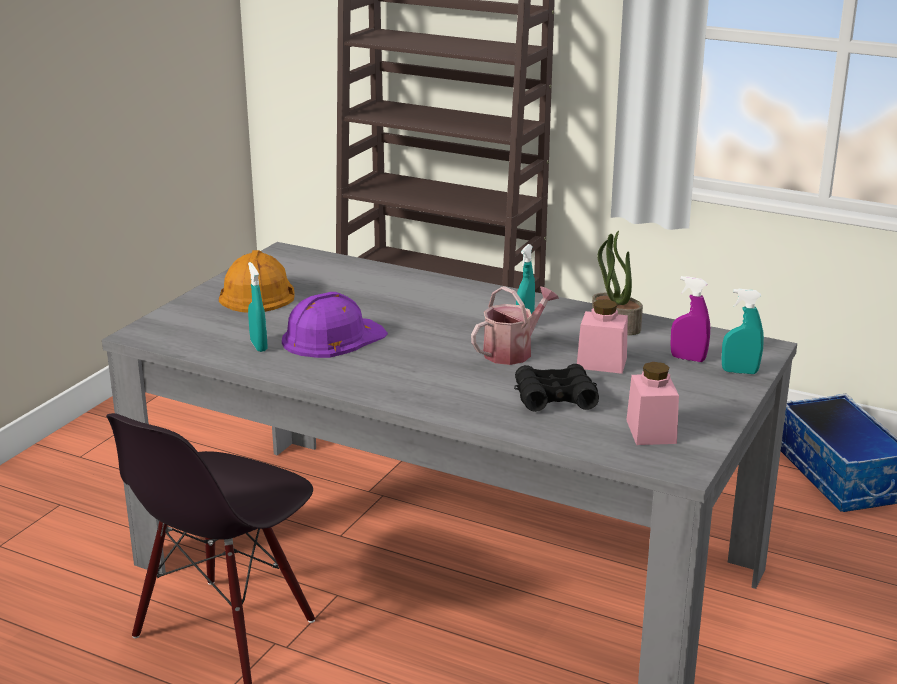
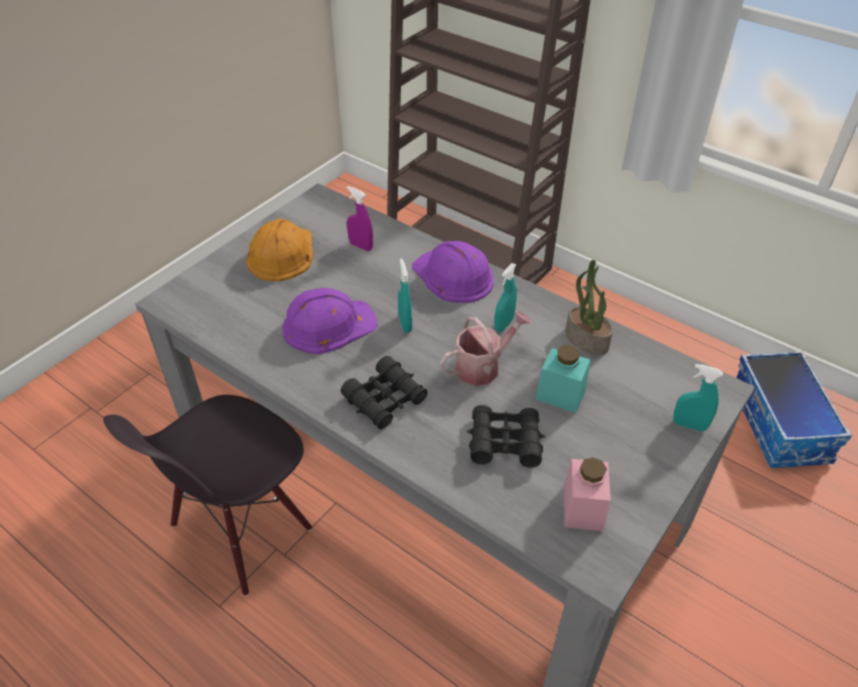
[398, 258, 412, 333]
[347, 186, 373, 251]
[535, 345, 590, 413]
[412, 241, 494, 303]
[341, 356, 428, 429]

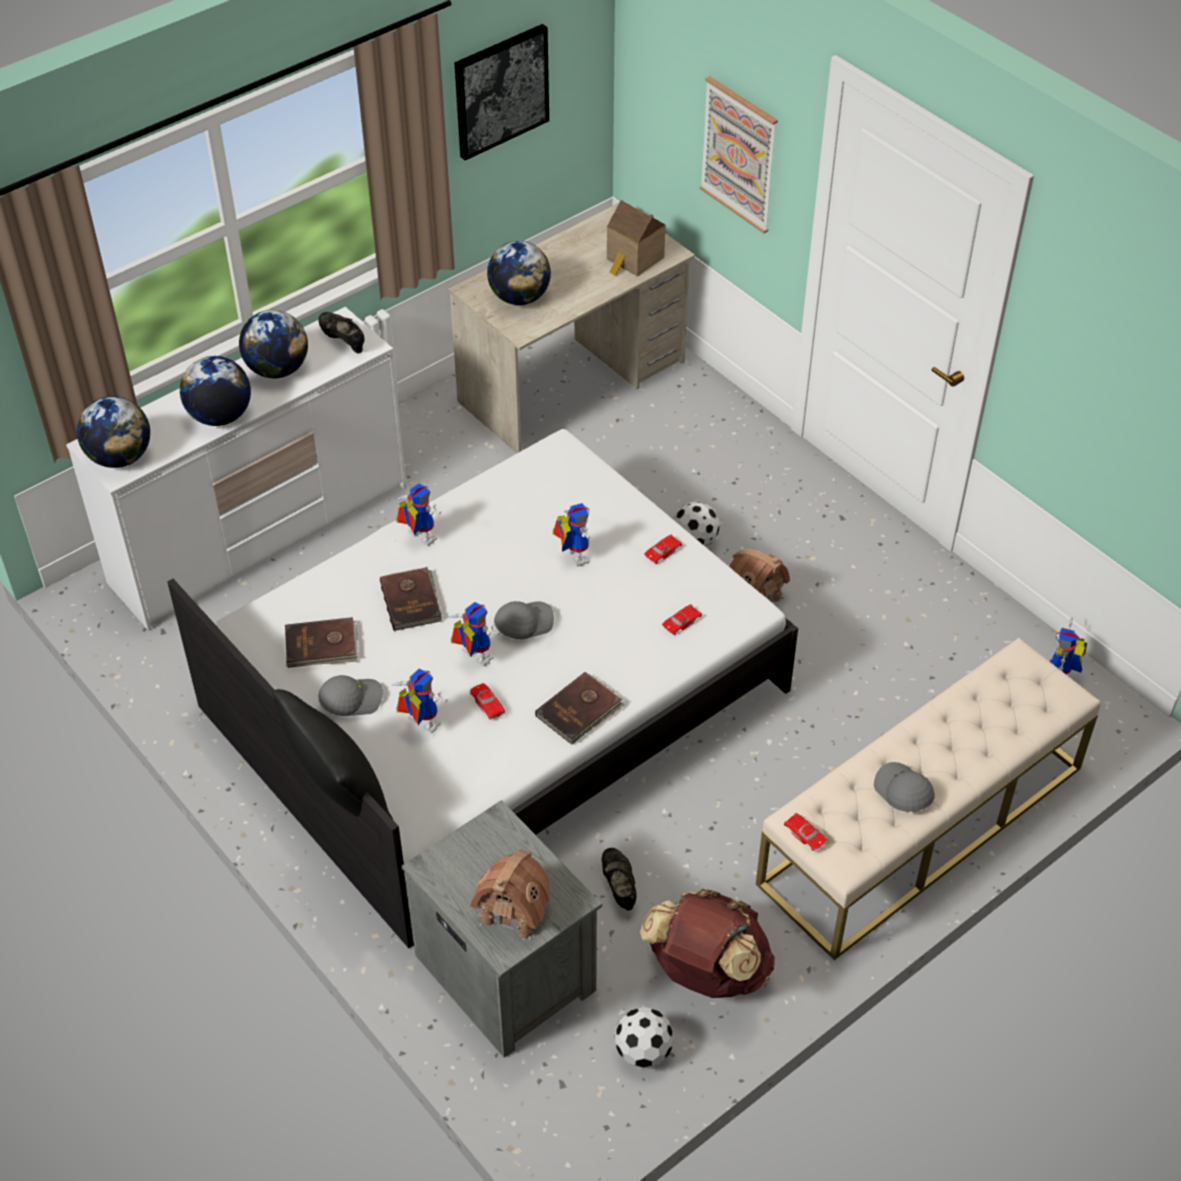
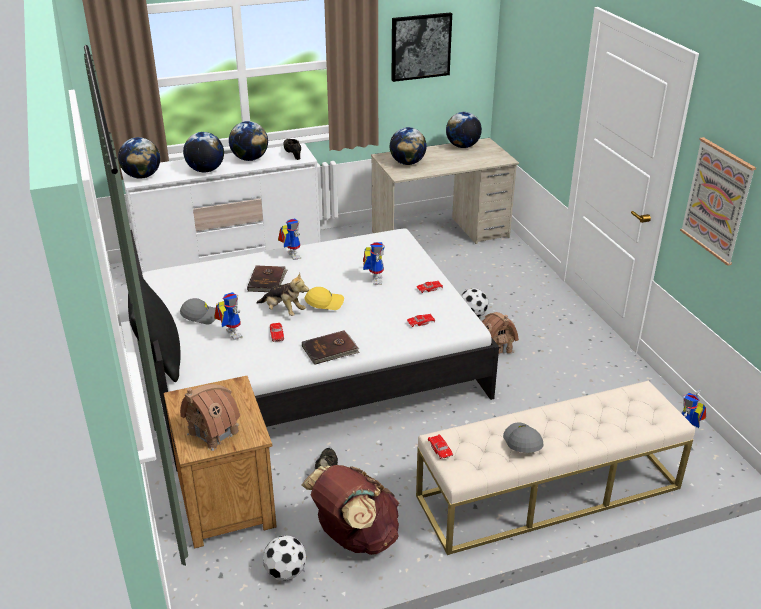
[680, 137, 756, 266]
[607, 200, 665, 276] (first image)
[305, 287, 344, 310]
[257, 273, 309, 316]
[285, 617, 358, 668] (first image)
[164, 376, 277, 549]
[446, 112, 482, 148]

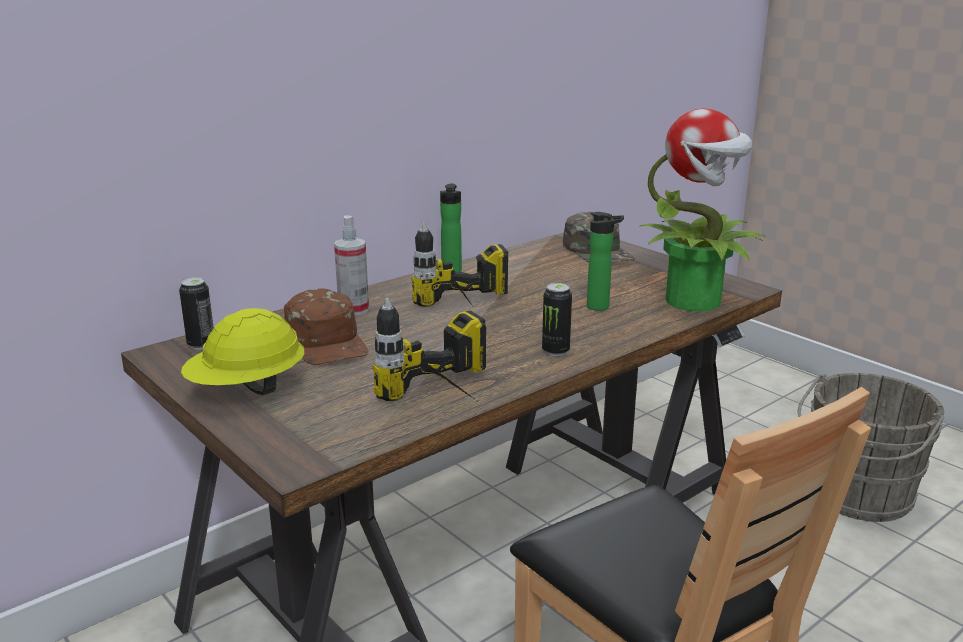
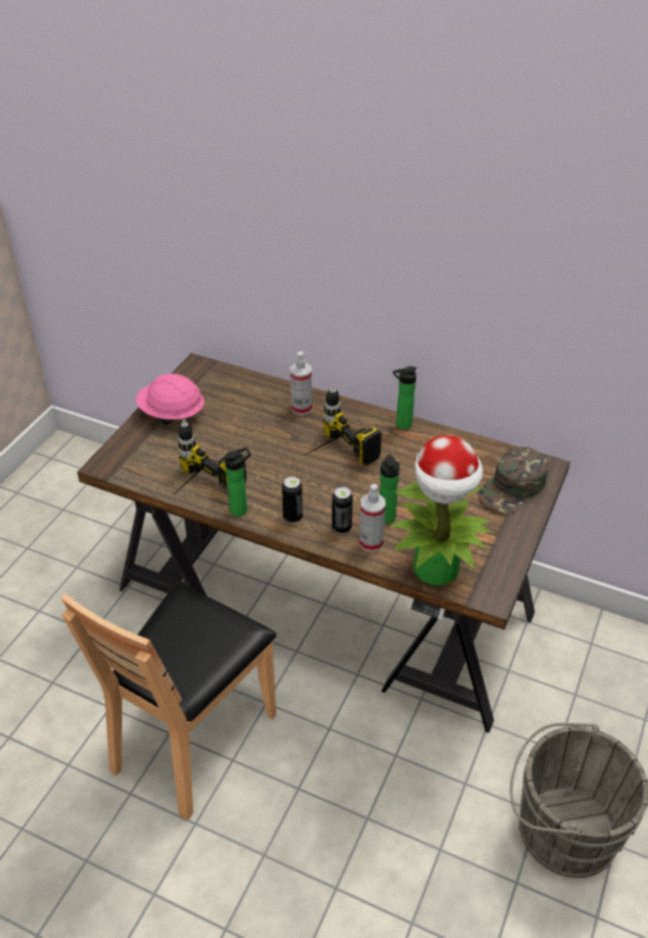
[332, 487, 353, 534]
[284, 288, 369, 365] (first image)
[136, 374, 204, 425]
[224, 447, 251, 517]
[359, 484, 386, 552]

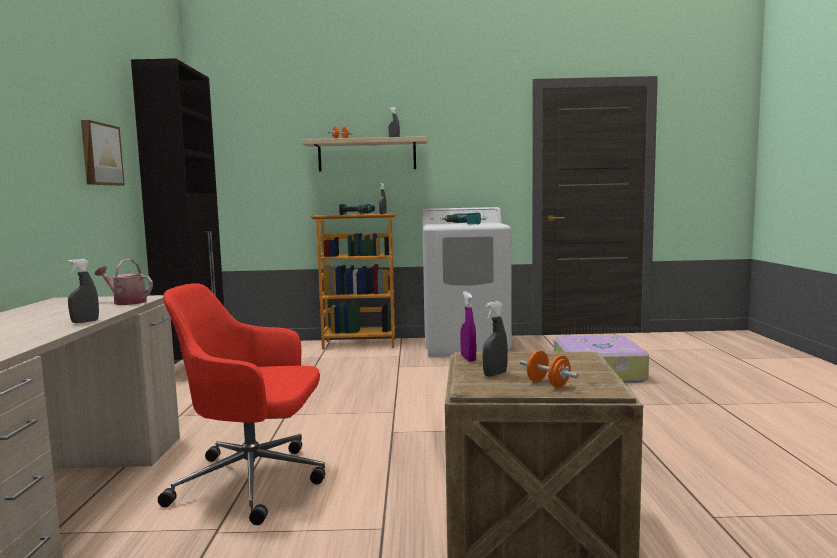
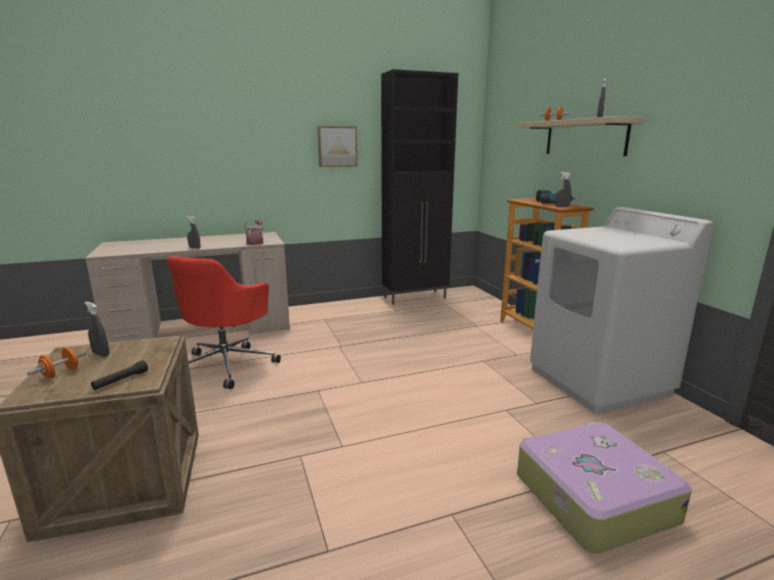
[443, 213, 481, 224] (first image)
[167, 256, 281, 389]
[460, 291, 476, 362] (first image)
[91, 360, 148, 390]

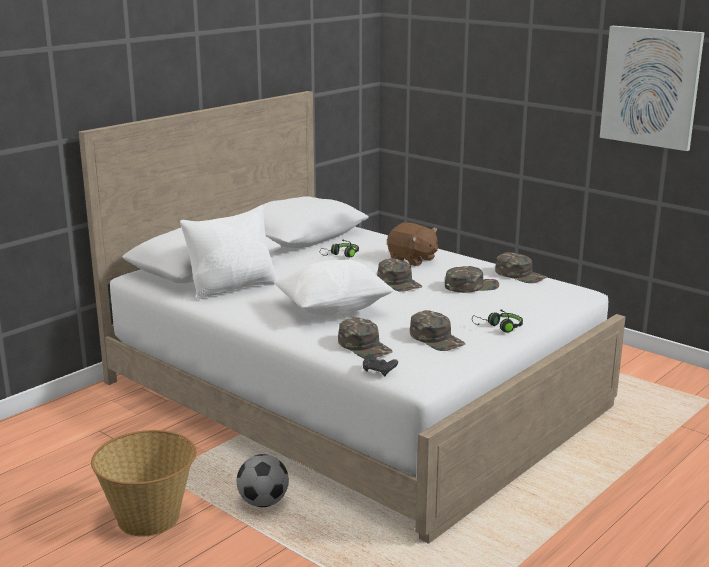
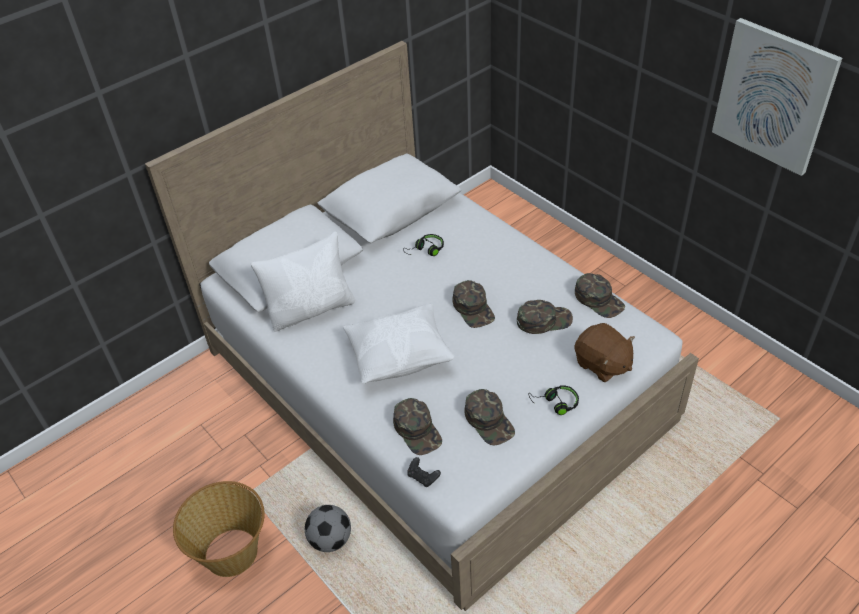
[574, 323, 635, 382]

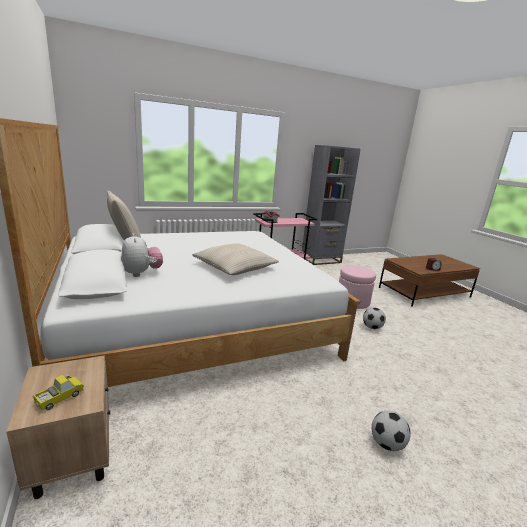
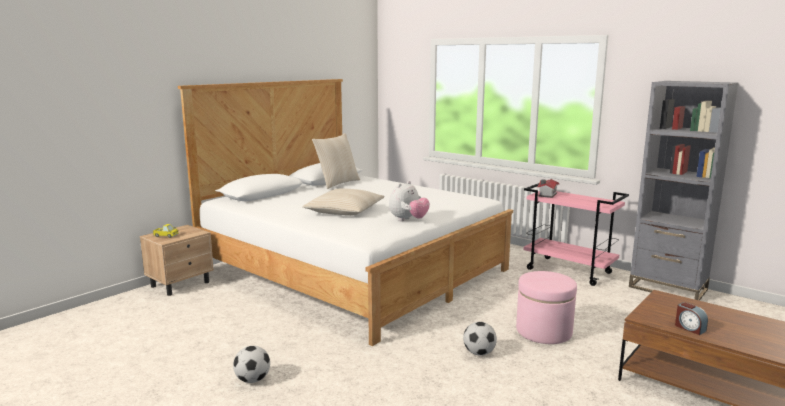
[389, 181, 430, 221]

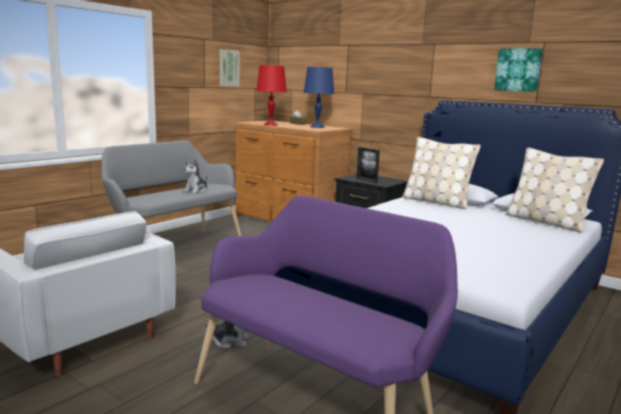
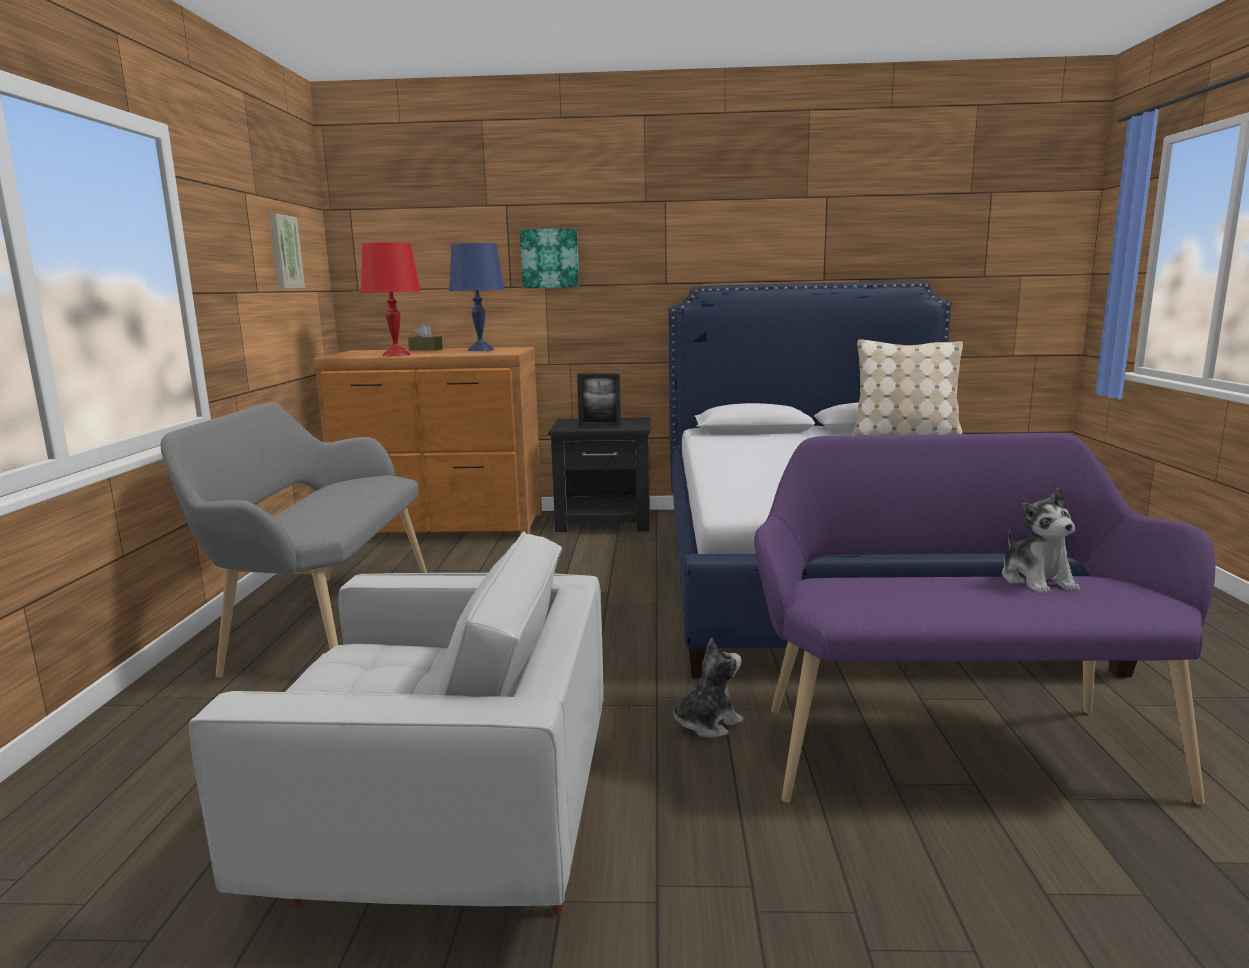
[520, 228, 579, 288]
[402, 137, 481, 209] (first image)
[1002, 488, 1080, 593]

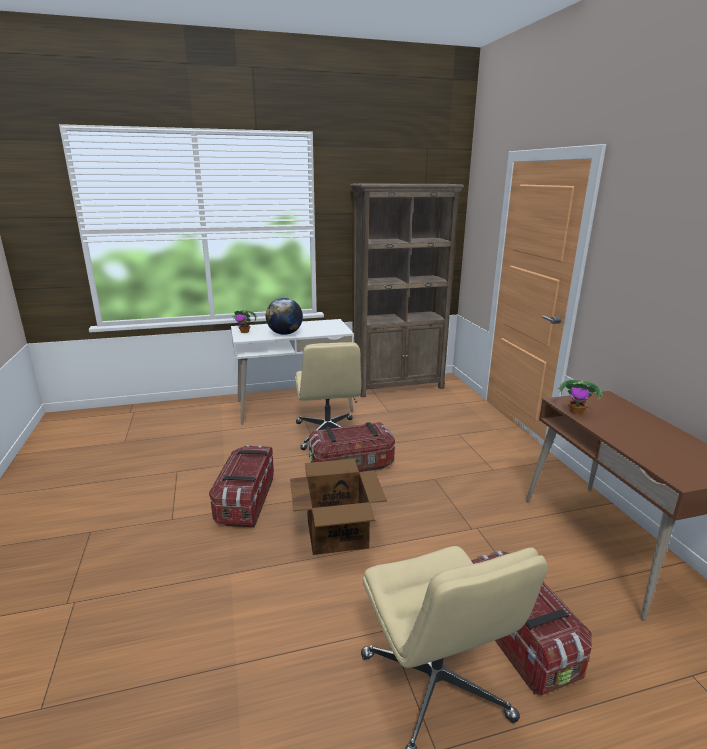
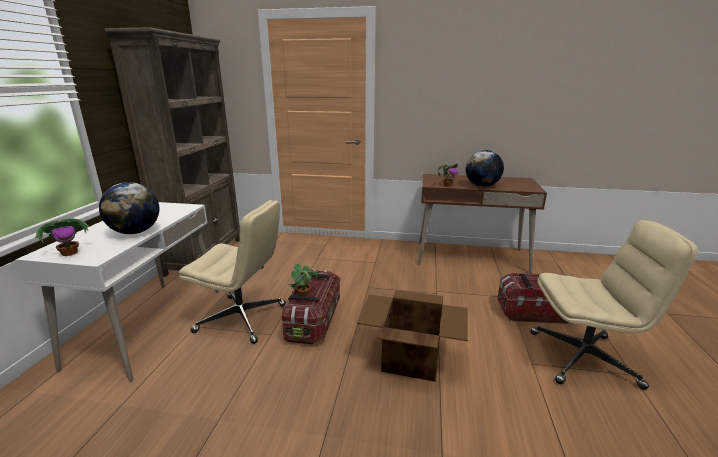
[209, 445, 274, 527] (first image)
[466, 150, 504, 187]
[289, 264, 319, 296]

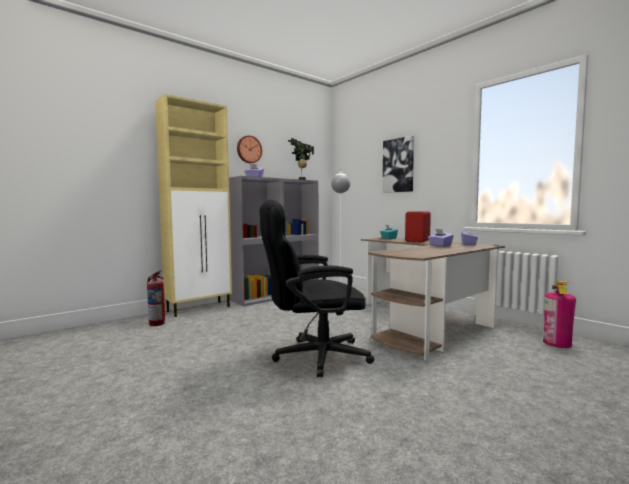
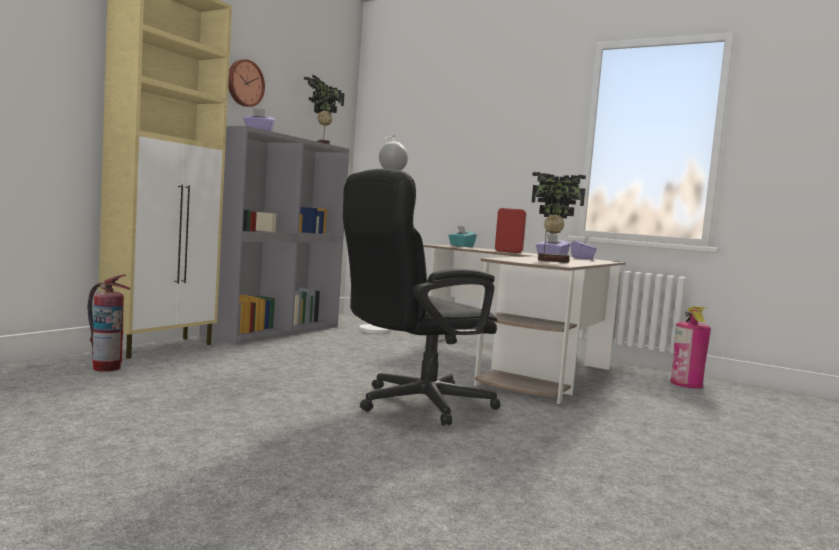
[382, 136, 414, 193] (first image)
[532, 172, 586, 263]

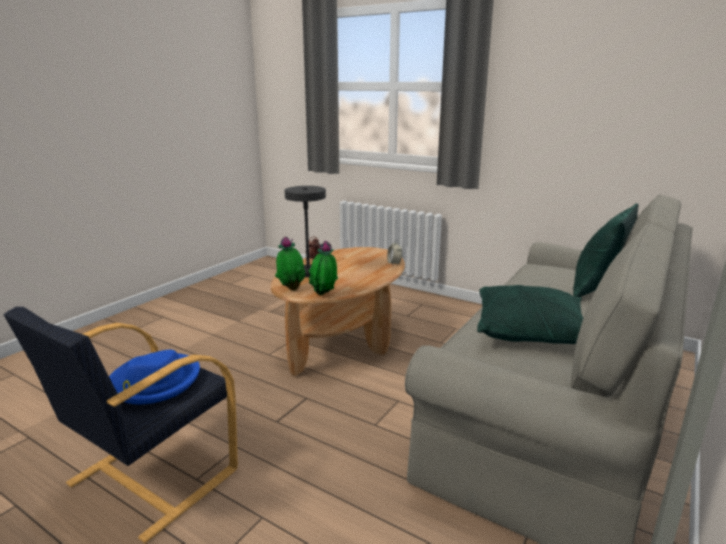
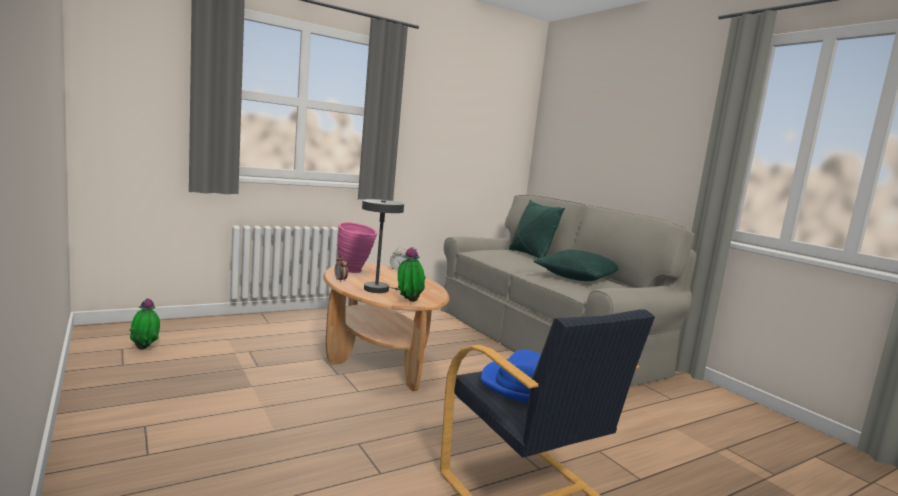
[130, 298, 160, 350]
[337, 222, 378, 273]

